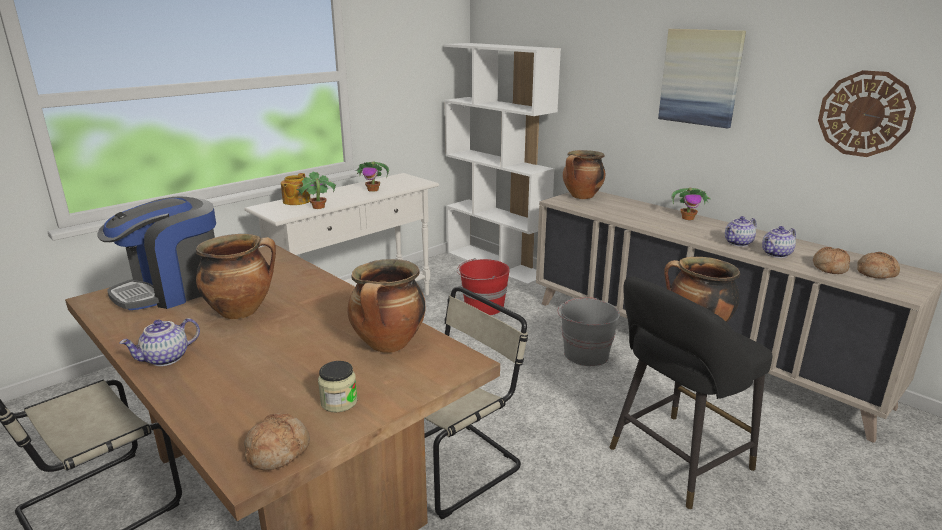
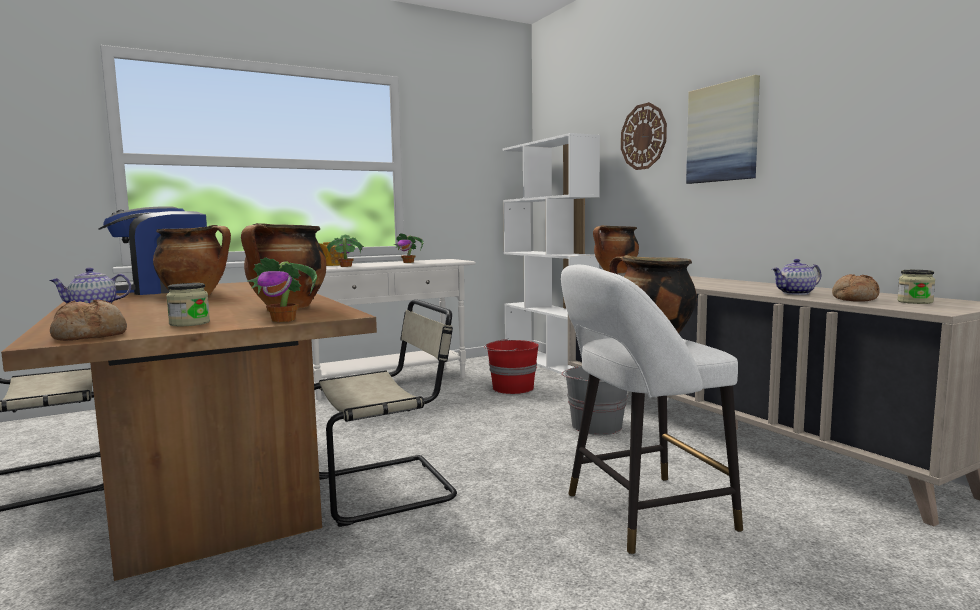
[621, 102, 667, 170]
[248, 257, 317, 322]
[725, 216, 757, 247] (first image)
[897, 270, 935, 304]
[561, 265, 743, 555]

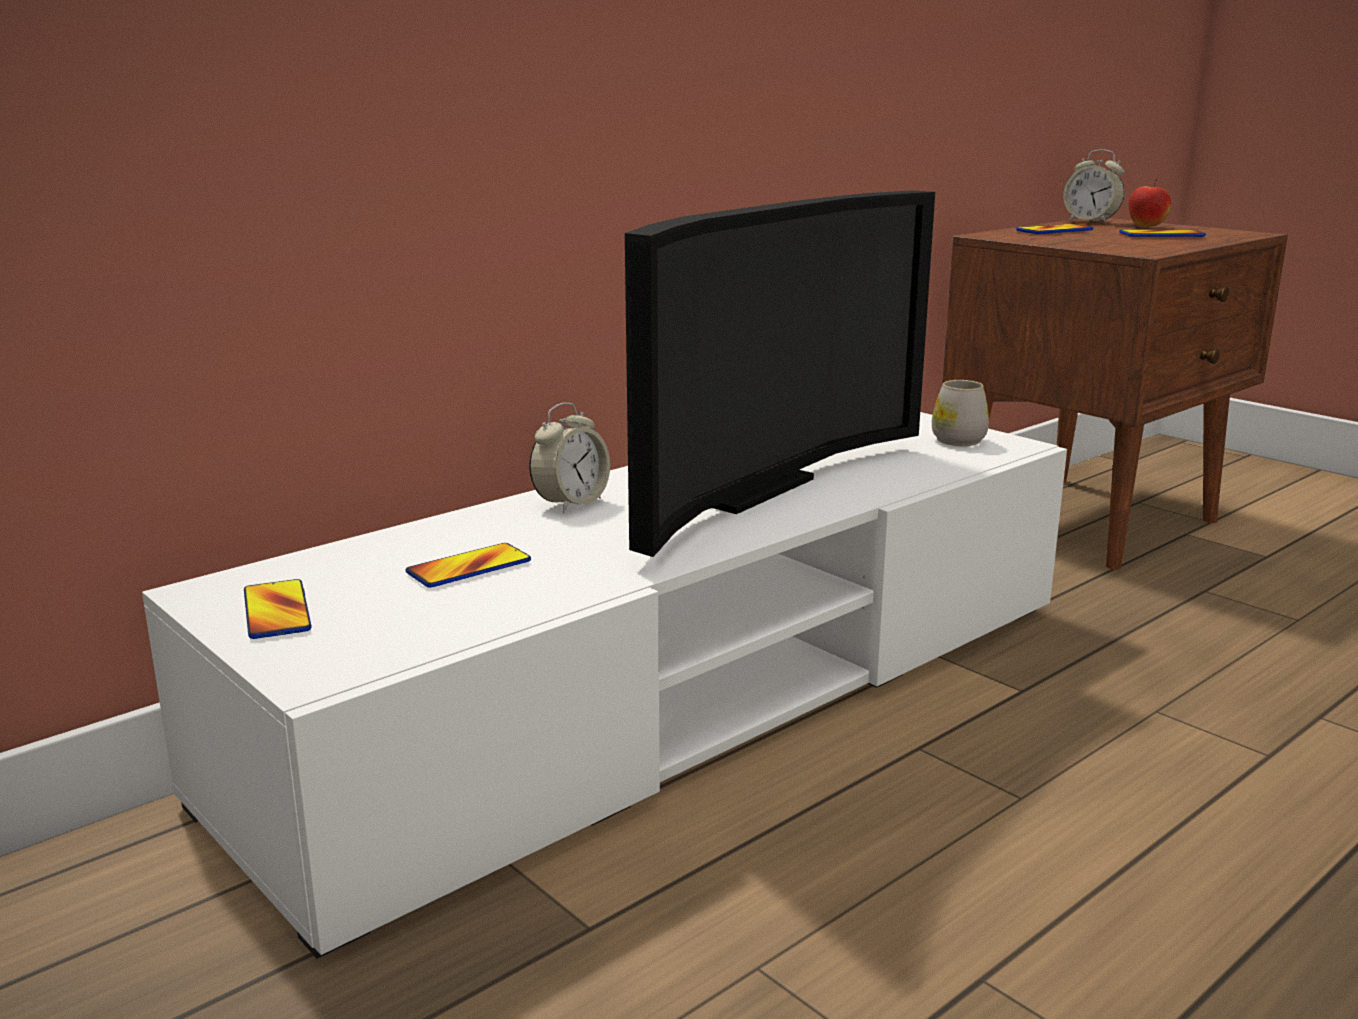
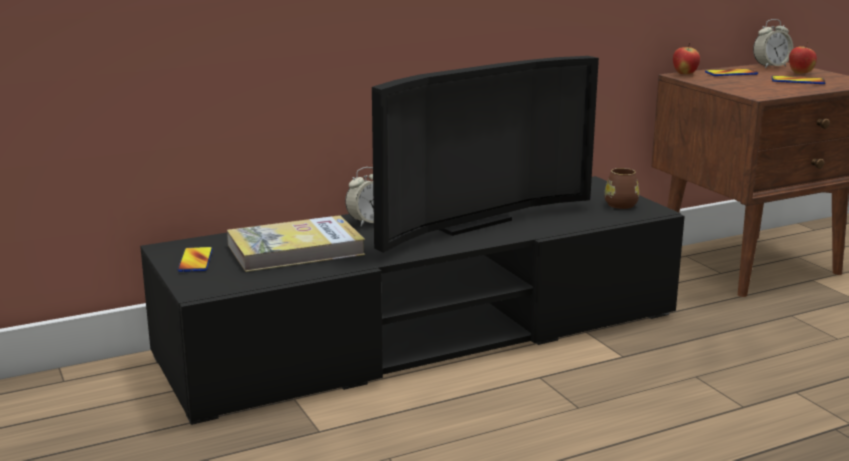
[753, 19, 793, 68]
[604, 168, 639, 209]
[140, 176, 685, 425]
[227, 215, 365, 272]
[673, 43, 700, 74]

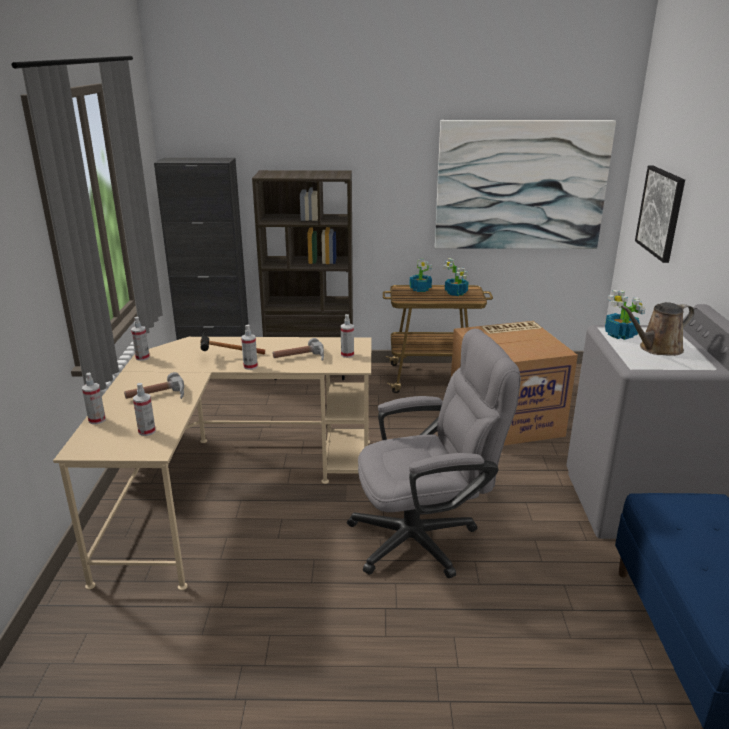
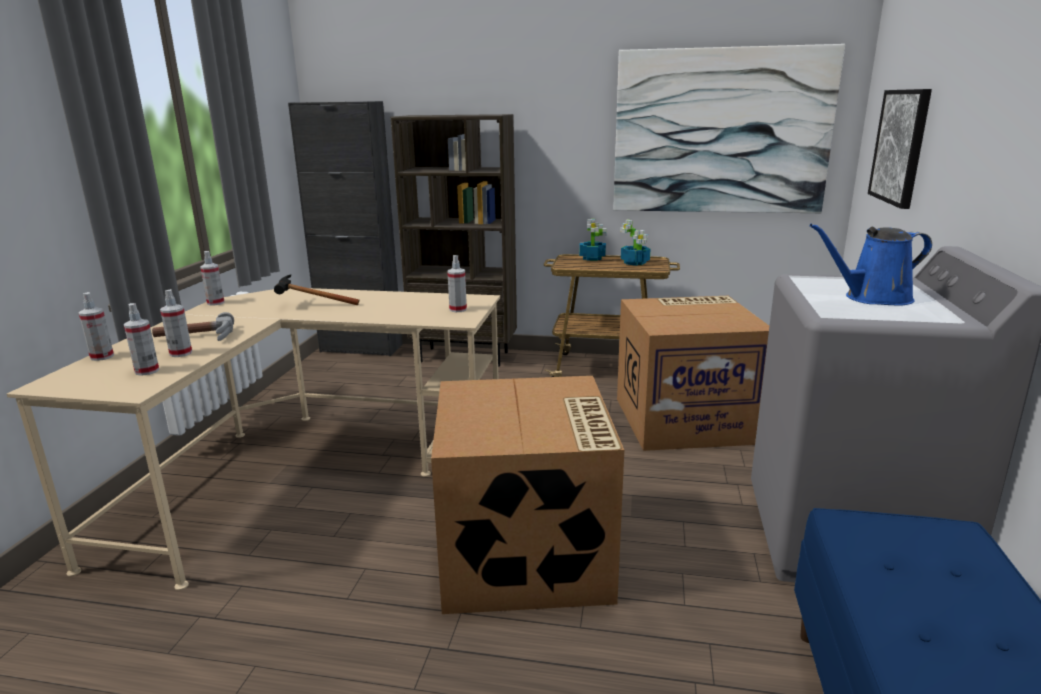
[605, 290, 645, 340] (first image)
[810, 224, 932, 306]
[160, 289, 192, 357]
[431, 376, 624, 614]
[273, 338, 324, 361] (first image)

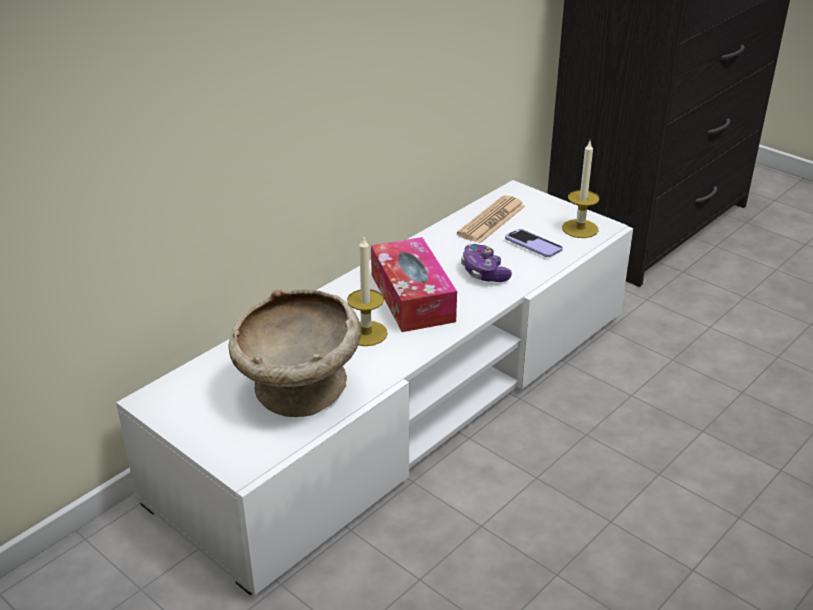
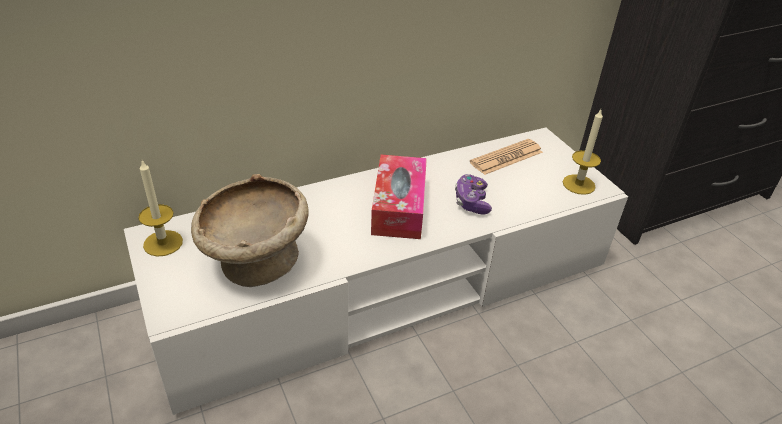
[505, 229, 563, 257] (first image)
[138, 160, 183, 257]

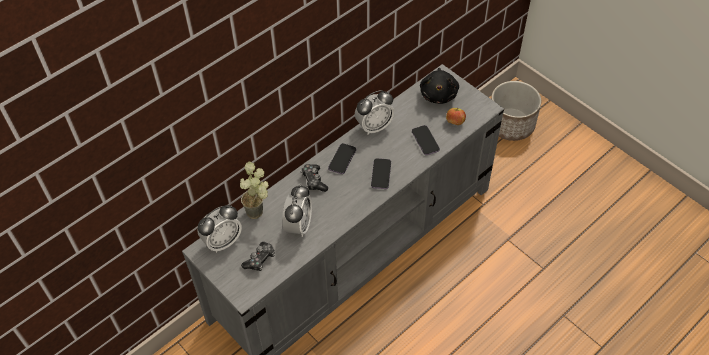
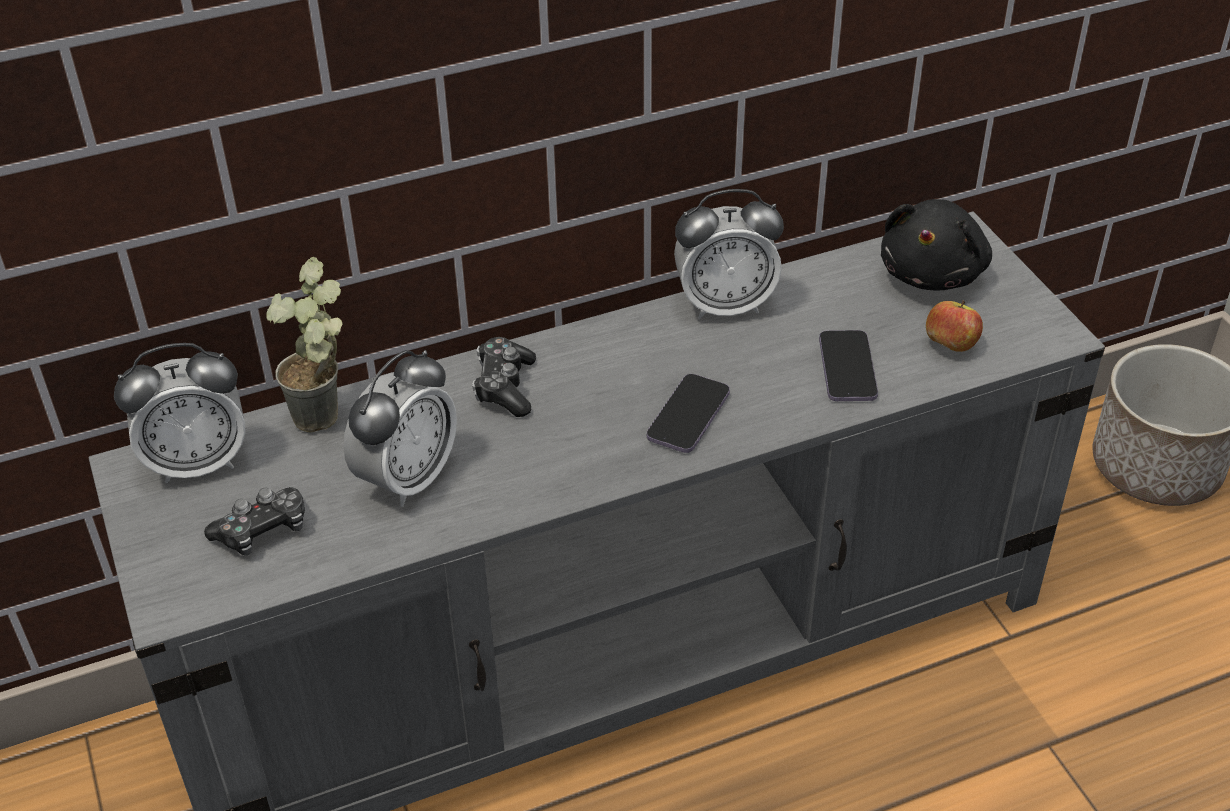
[328, 143, 356, 174] (first image)

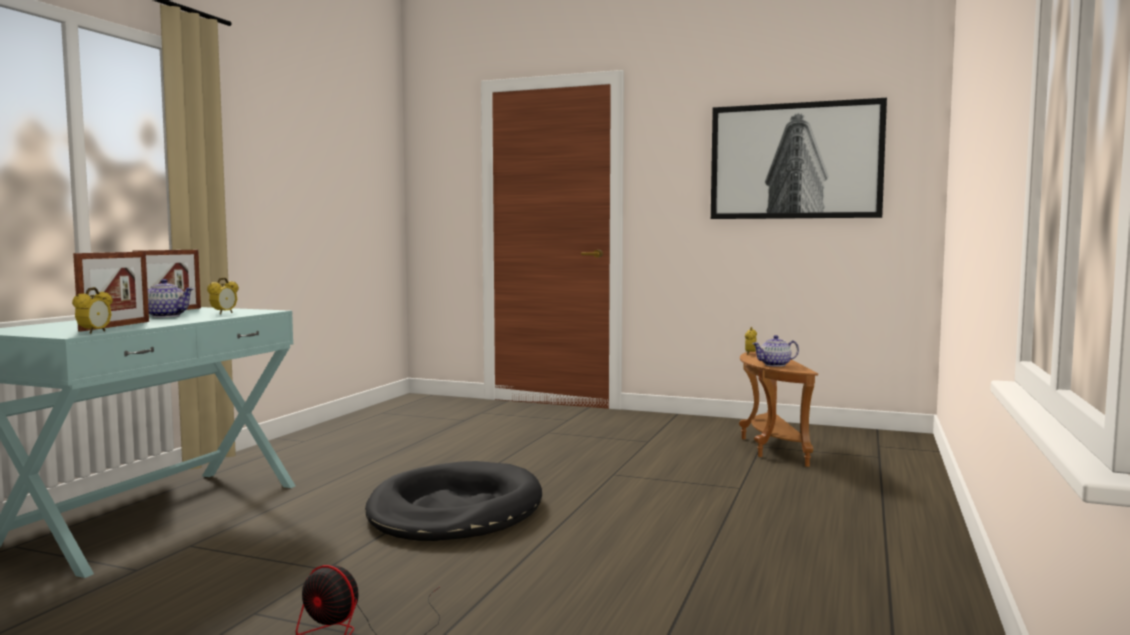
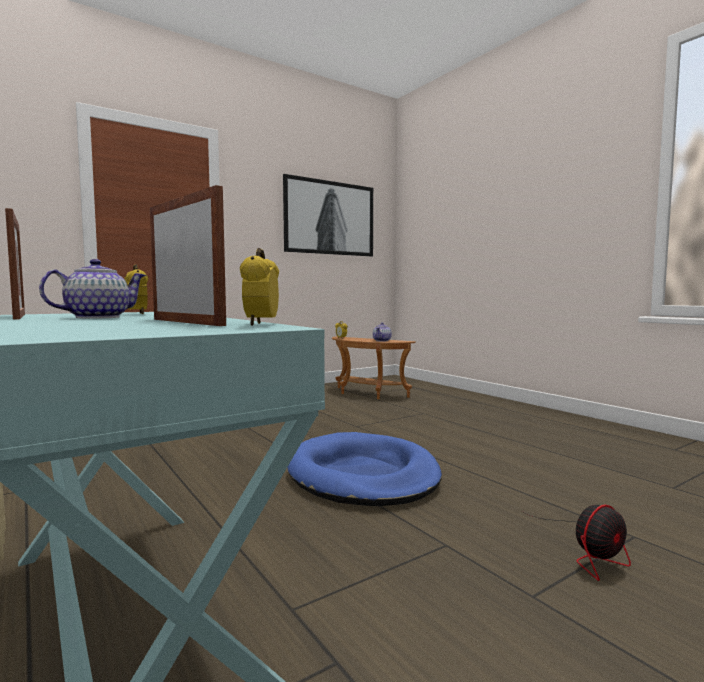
[240, 248, 279, 325]
[287, 432, 442, 506]

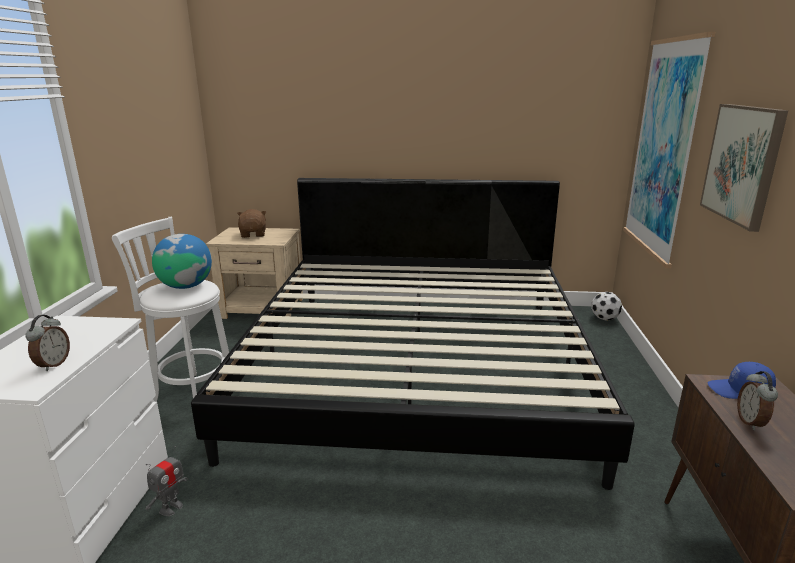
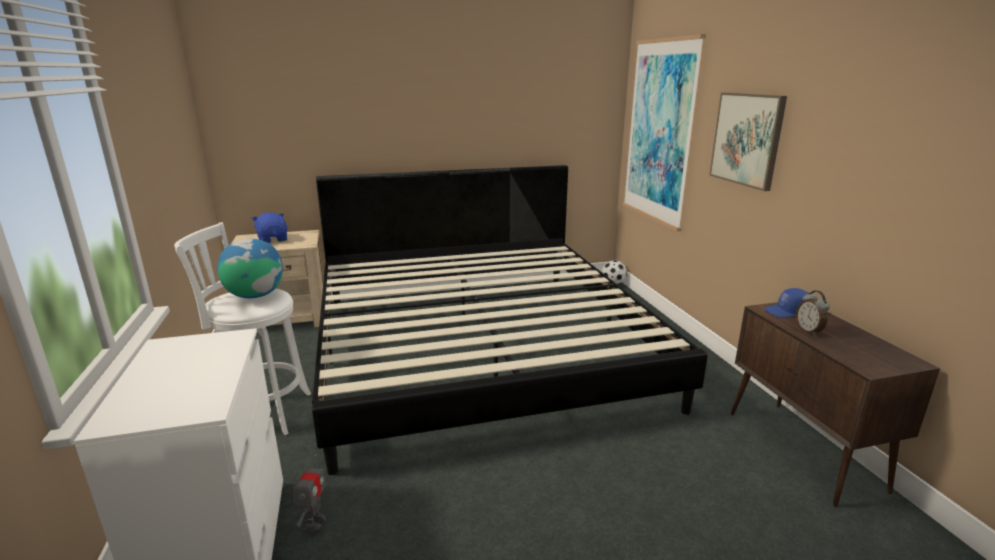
[251, 212, 287, 243]
[25, 315, 70, 371] (first image)

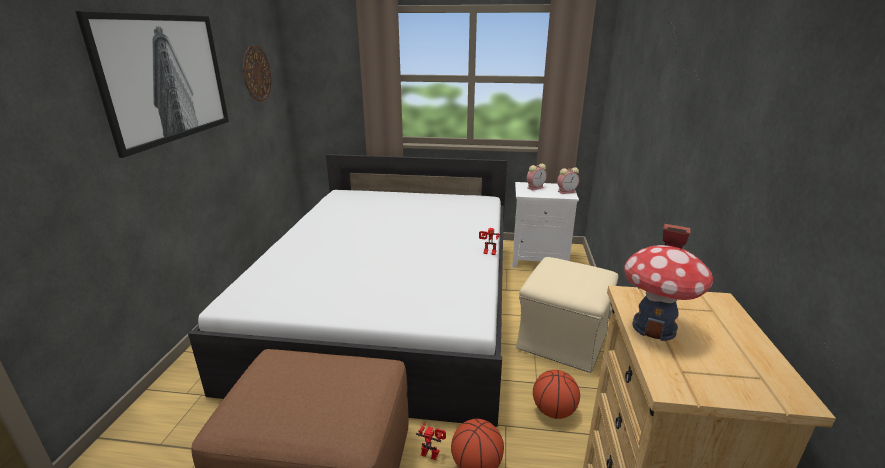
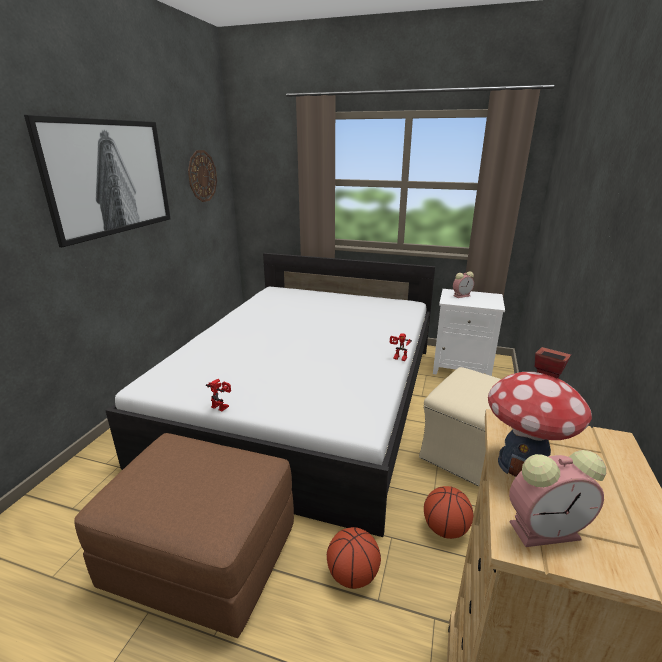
[509, 450, 606, 547]
[206, 379, 231, 411]

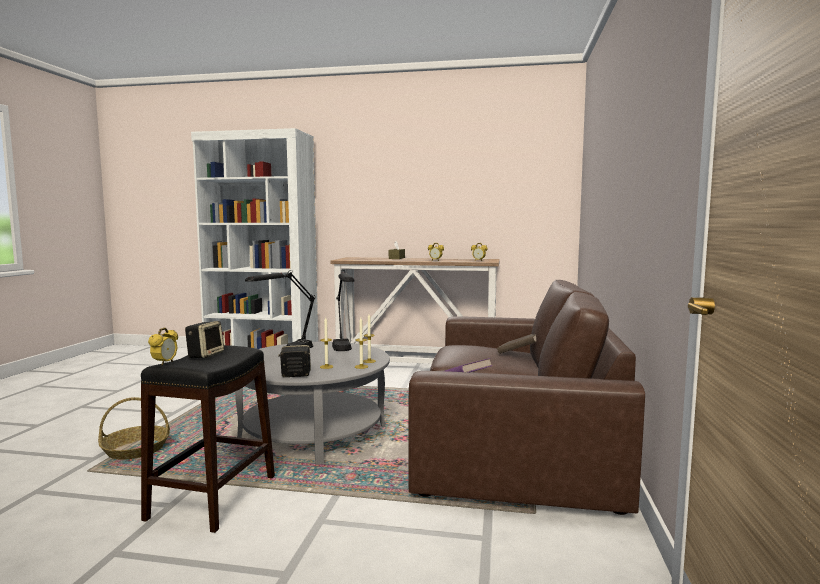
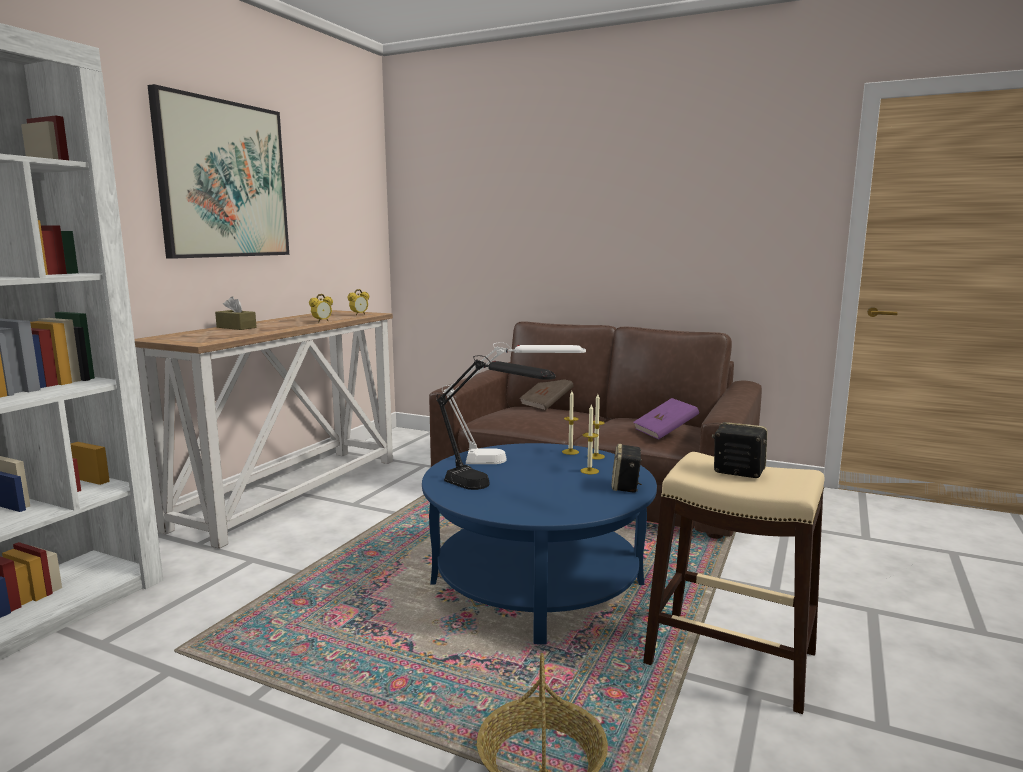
[442, 342, 586, 464]
[148, 327, 178, 365] (first image)
[422, 443, 657, 644]
[643, 452, 825, 714]
[148, 84, 289, 259]

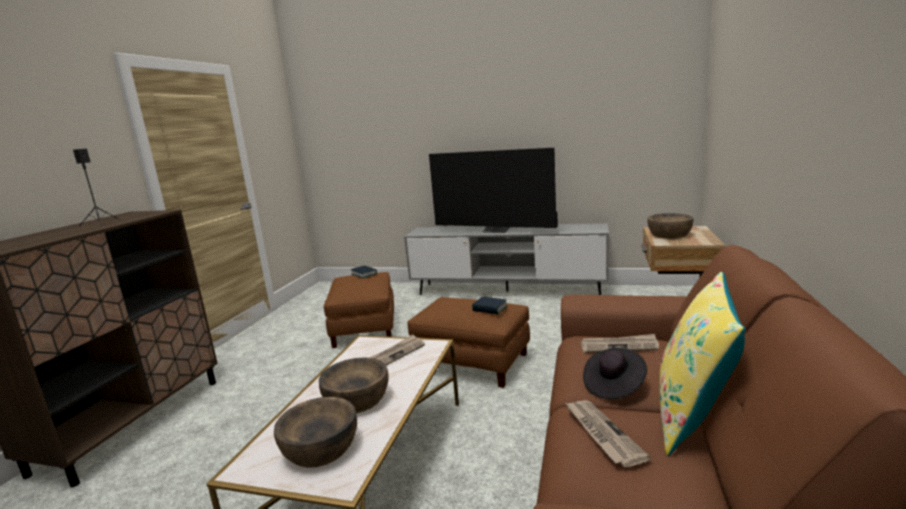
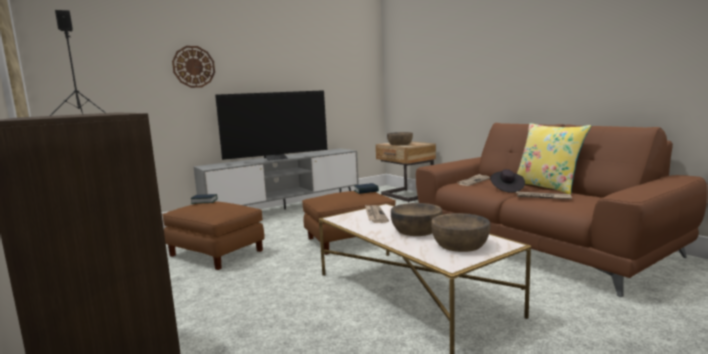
[172, 46, 215, 88]

